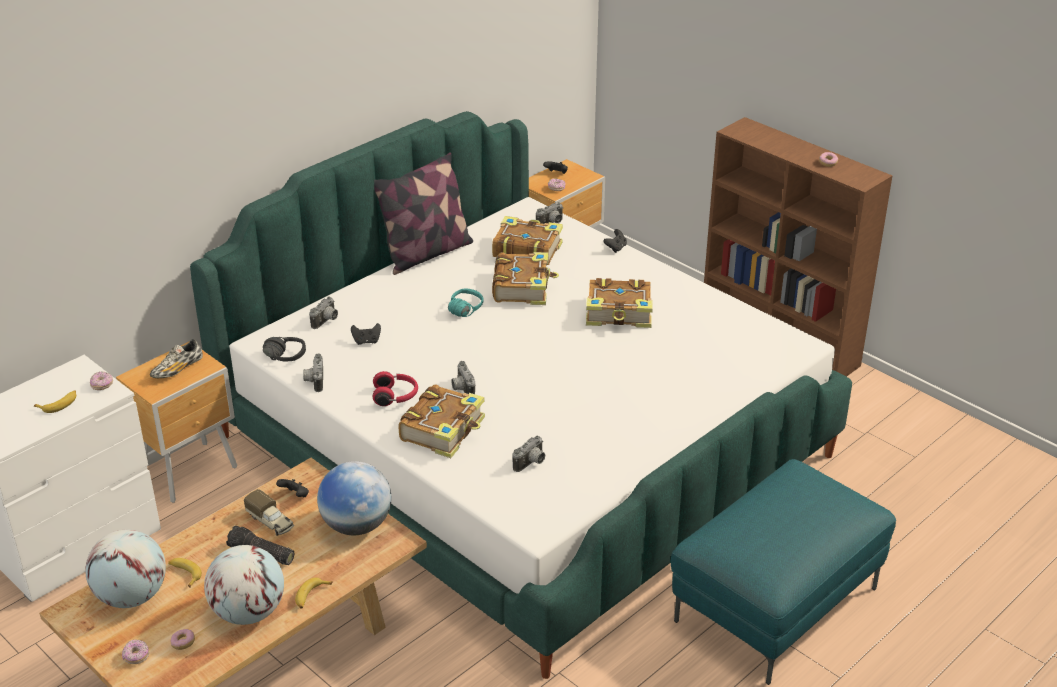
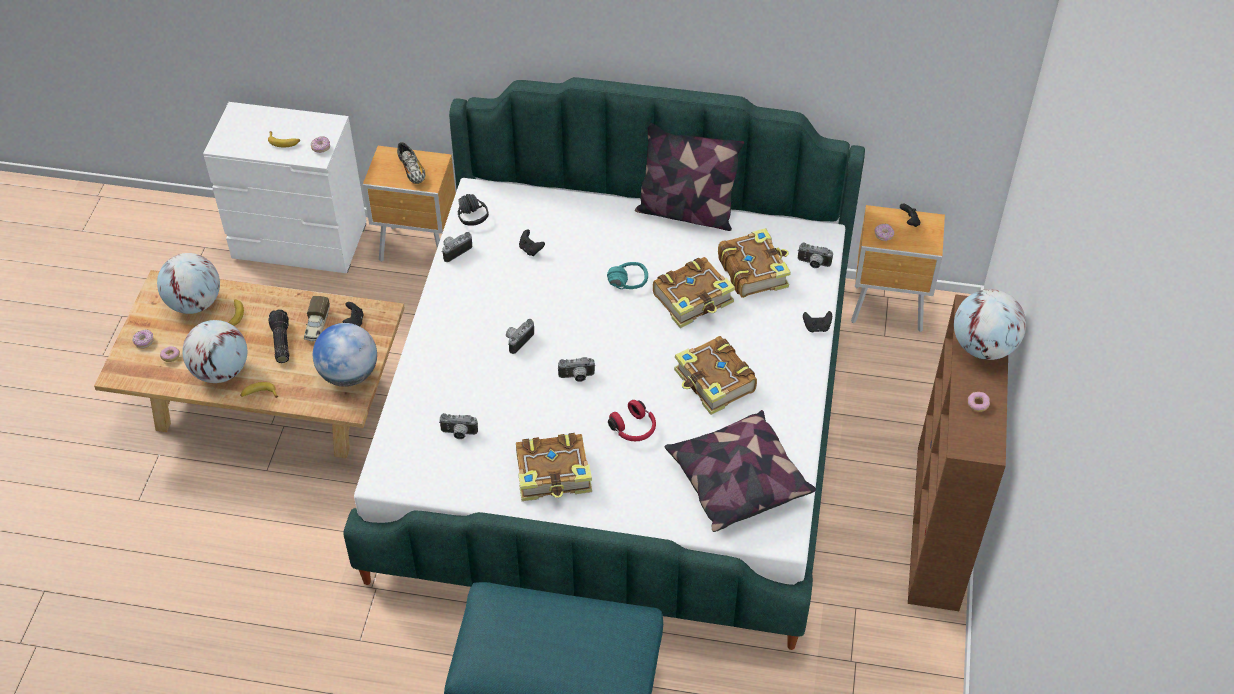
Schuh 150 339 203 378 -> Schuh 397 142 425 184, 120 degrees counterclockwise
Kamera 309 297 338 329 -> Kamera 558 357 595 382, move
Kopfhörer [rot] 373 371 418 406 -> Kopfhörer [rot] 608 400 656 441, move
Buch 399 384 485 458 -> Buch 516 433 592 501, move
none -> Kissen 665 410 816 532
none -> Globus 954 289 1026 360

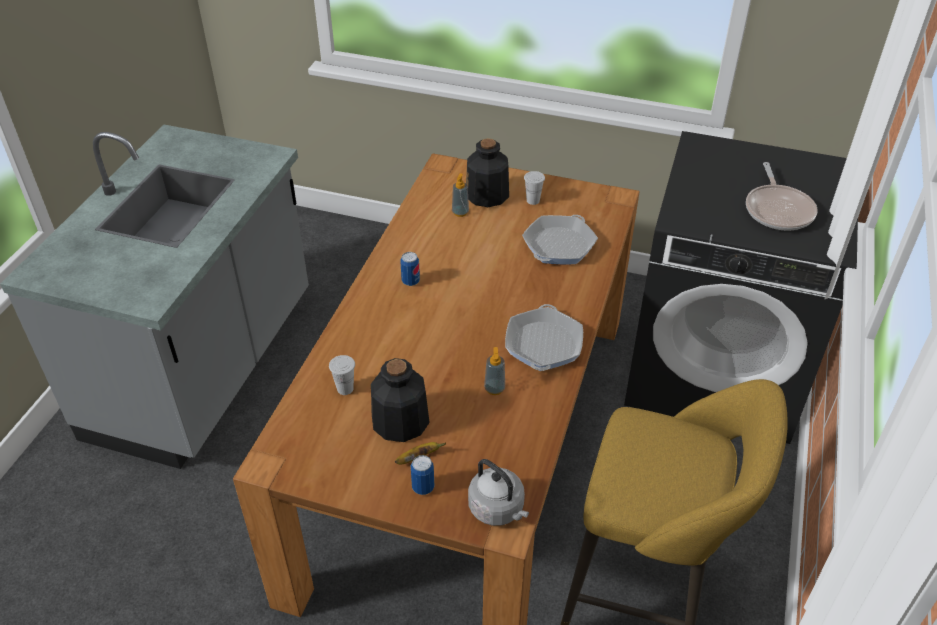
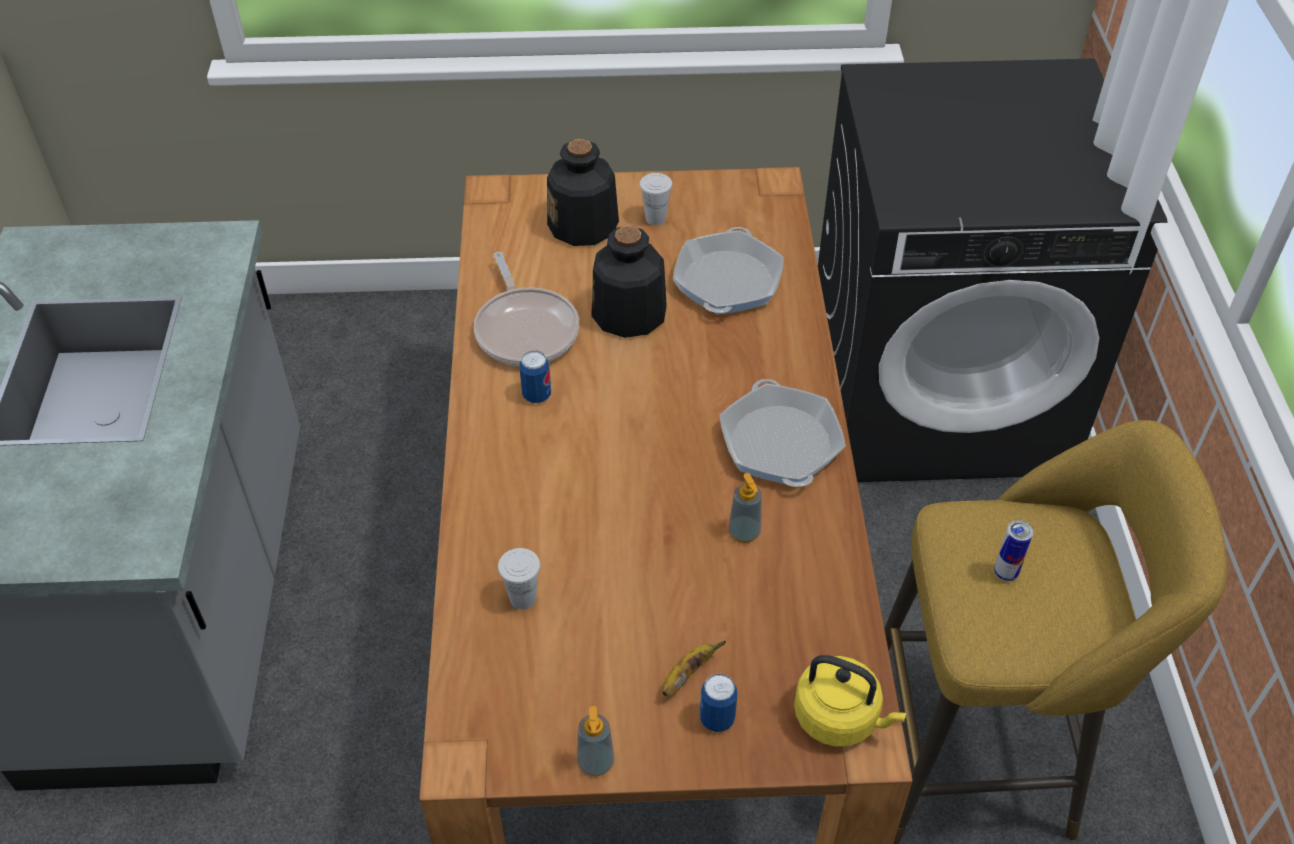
Flasche 371 358 430 442 -> Flasche 591 226 667 338, move
Seifenspender 452 173 469 217 -> Seifenspender 577 706 614 776, move
Wasserkessel [grau] 468 459 529 526 -> Wasserkessel [gelb] 794 655 906 747
Pfanne 746 162 818 231 -> Pfanne 474 252 579 366, move
none -> Dose 994 520 1033 581

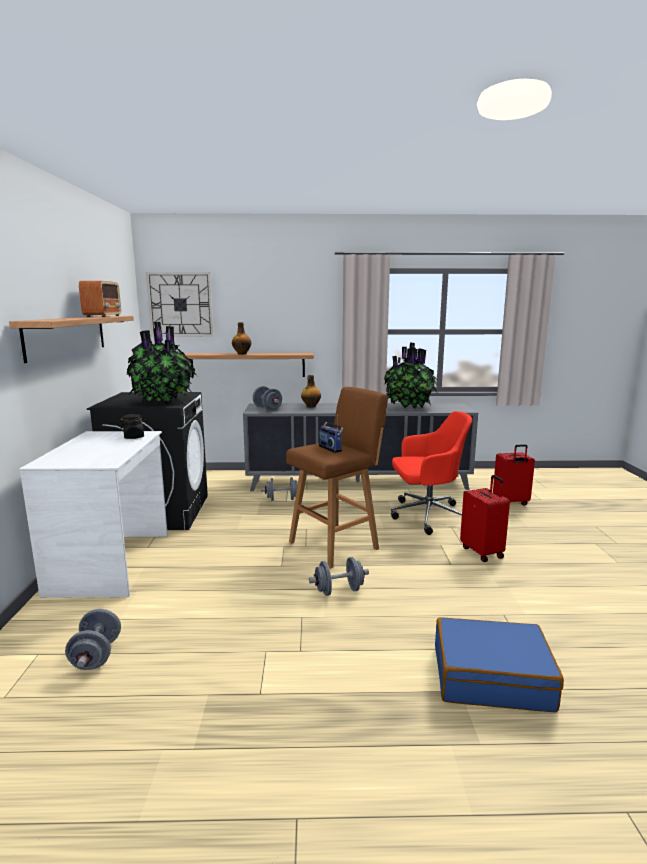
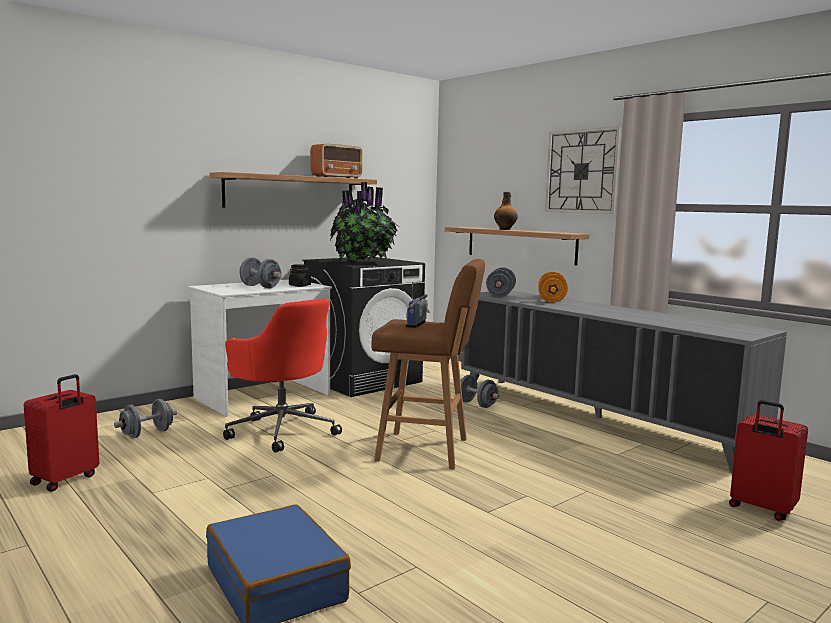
Wanduhr 146 272 214 337 -> Wanduhr 545 126 621 214, move
Flasche 301 375 321 408 -> Hantel [orange] 538 271 568 303
Hantel [grau] 309 557 369 596 -> Hantel [grau] 239 257 281 288, move
Topfpflanze 384 343 439 409 -> none
Bürostuhl [rot] 391 411 472 535 -> Bürostuhl [rot] 223 299 342 453, move
Koffer [rot] 460 475 510 562 -> Koffer [rot] 24 374 99 492, move

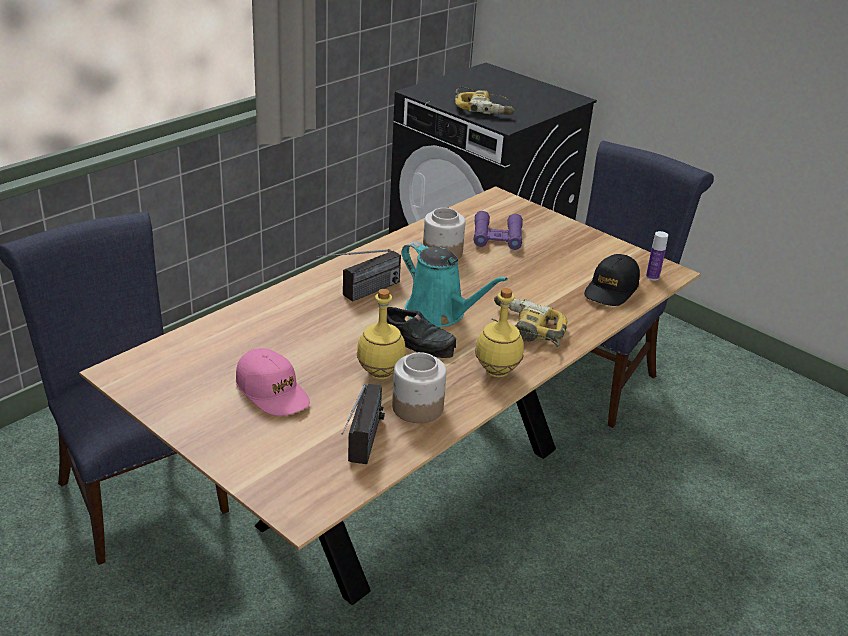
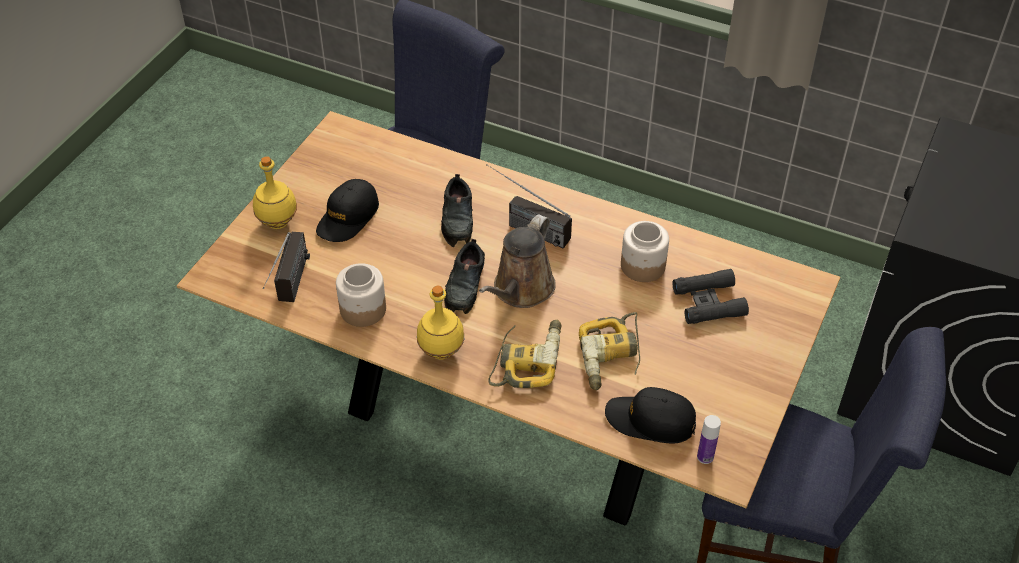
Kappe [rosa] 236 348 310 416 -> Kappe [schwarz] 316 179 379 242
Radio 341 384 385 464 -> Radio 263 232 310 302, 75 degrees counterclockwise
Flasche [gelb] 357 289 406 379 -> Flasche [gelb] 253 156 297 229, move
Gießkanne [türkis] 402 241 508 327 -> Gießkanne [braun] 479 214 556 308
Bohrmaschine 455 87 515 115 -> Bohrmaschine 579 312 640 390, move
Fernglas [lila] 473 211 523 250 -> Fernglas [schwarz] 672 269 749 324
none -> Schuh [schwarz] 441 174 473 247

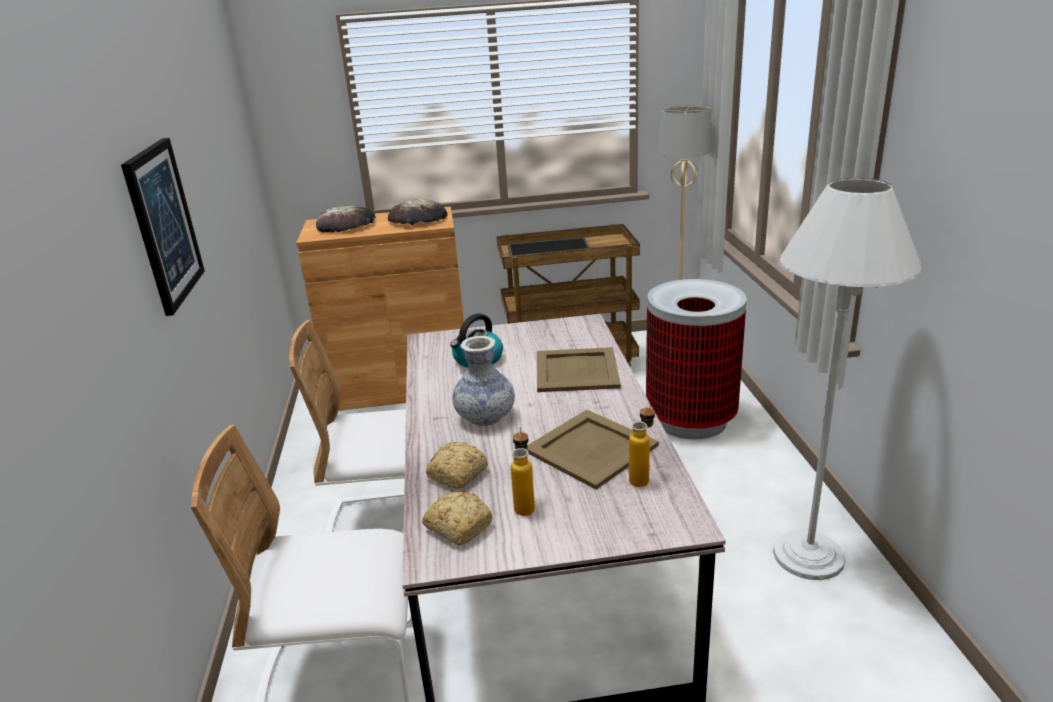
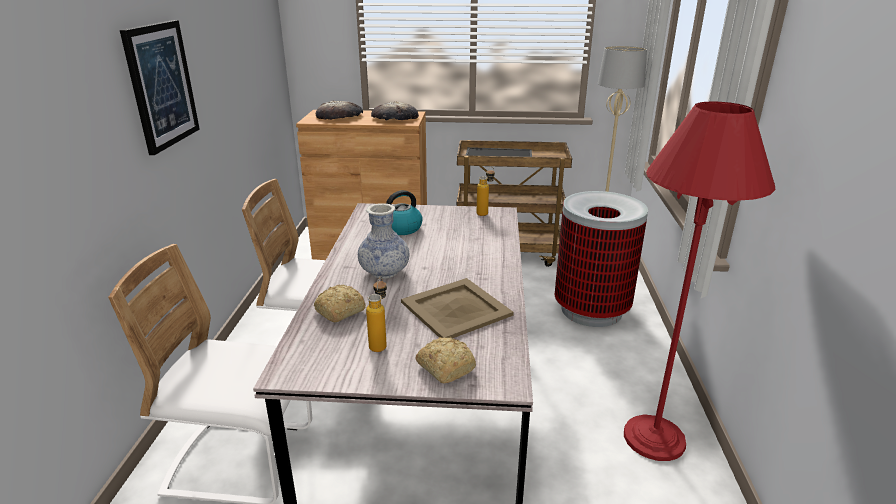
Brot 422 490 493 545 -> Brot 415 337 476 383, move
Tablett [beige] 537 347 621 392 -> none
Flasche 629 402 655 487 -> Flasche 477 167 495 216, move
Stehlampe [weiß] 773 178 922 580 -> Stehlampe [rot] 624 102 775 461

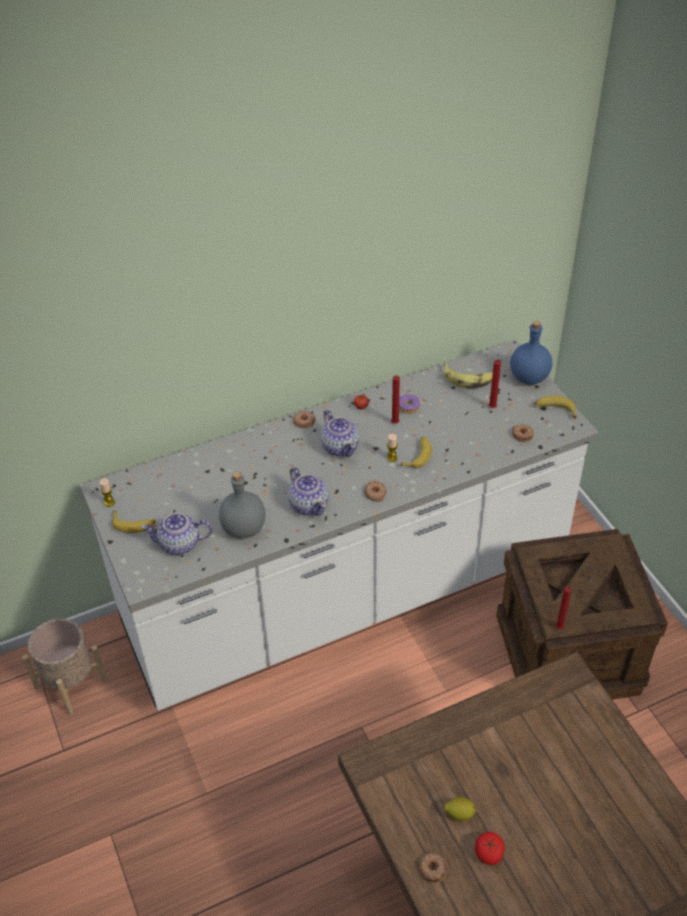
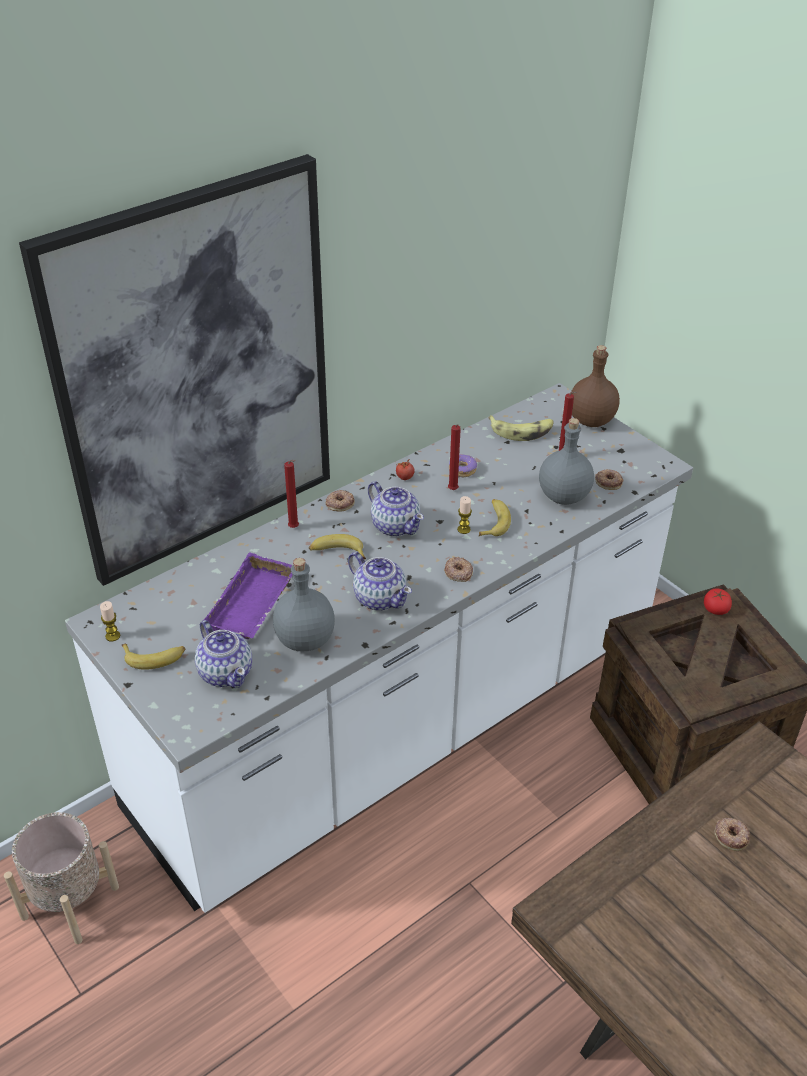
Teekanne 141 513 212 555 -> Teekanne 195 620 252 688, 105 degrees counterclockwise
Donut 419 853 447 884 -> Donut 714 818 750 851, move
Zitrone 444 797 476 821 -> none
Tomate 475 832 505 865 -> Tomate 704 589 732 615, move
Flasche [blau] 510 321 552 385 -> Flasche [braun] 571 345 620 427
Banane 535 396 577 418 -> Banane 309 534 366 559, move
Kerze [rot] 555 586 574 630 -> Kerze [rot] 284 460 299 528, move
none -> Bild 19 154 330 586
none -> Tablett [lila] 204 552 293 639
none -> Flasche [grau] 539 418 594 505

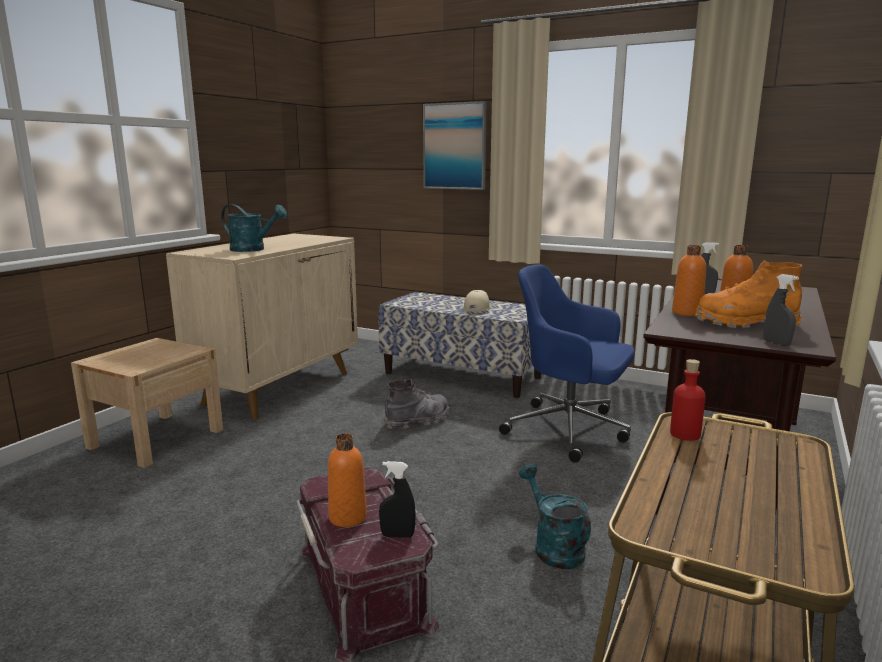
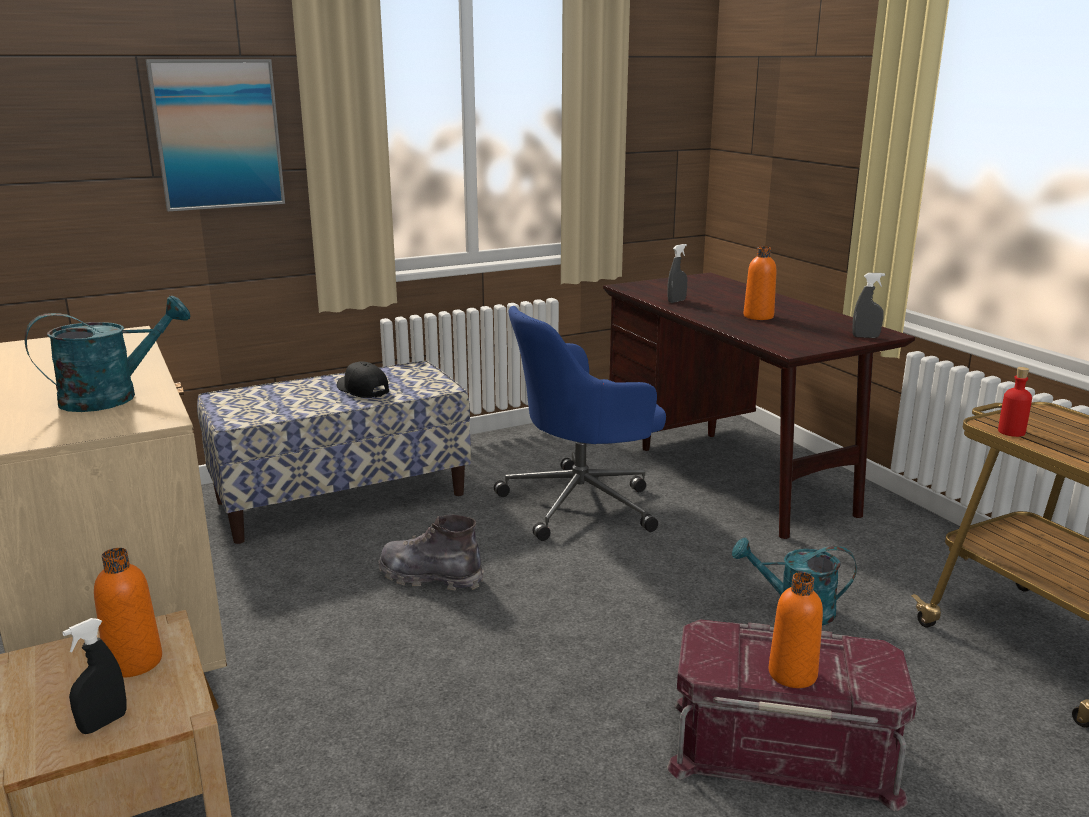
Sprühflasche [schwarz] 379 461 415 538 -> Sprühflasche [schwarz] 62 618 126 734, move
Stiefel [grau] 383 379 449 429 -> Stiefel [grau] 378 515 484 591, 75 degrees counterclockwise
Kappe [beige] 464 290 491 312 -> Kappe [schwarz] 337 361 389 398
Flasche [orange] 672 245 706 316 -> Flasche [orange] 94 548 162 678, move
Stiefel [orange] 695 260 802 328 -> none

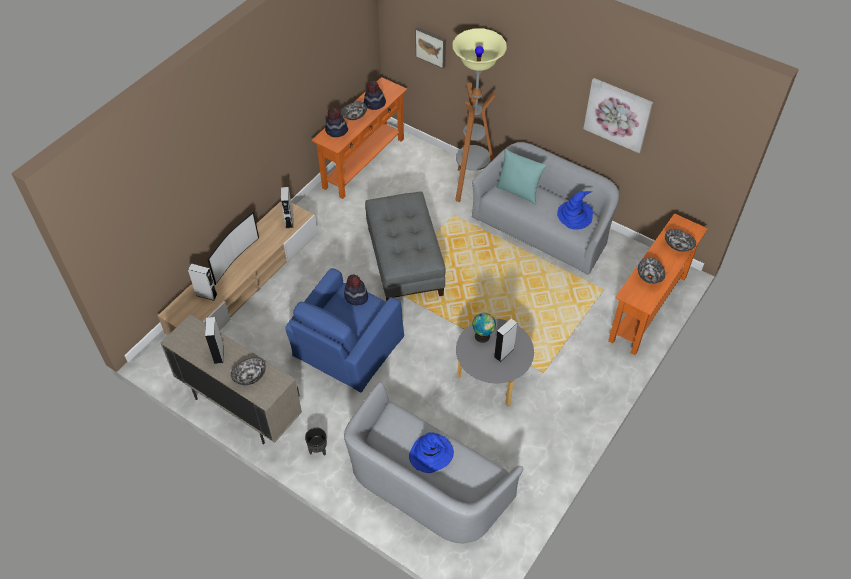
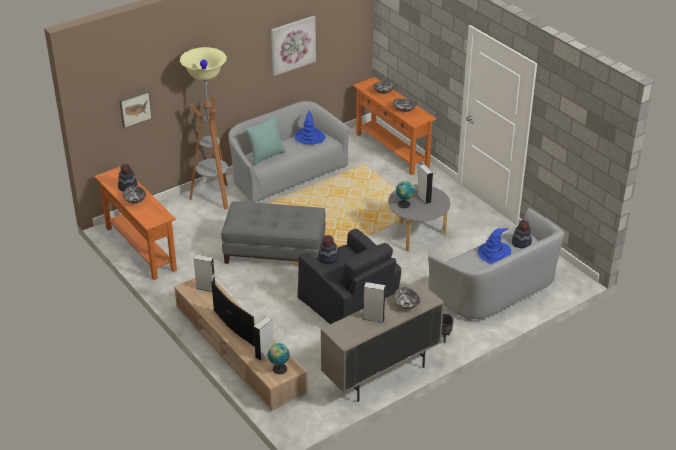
Sessel [blau] 285 268 404 393 -> Sessel [schwarz] 297 229 401 324
Hut 325 108 348 137 -> Hut 512 219 532 248, move
none -> Globus 268 343 290 374

